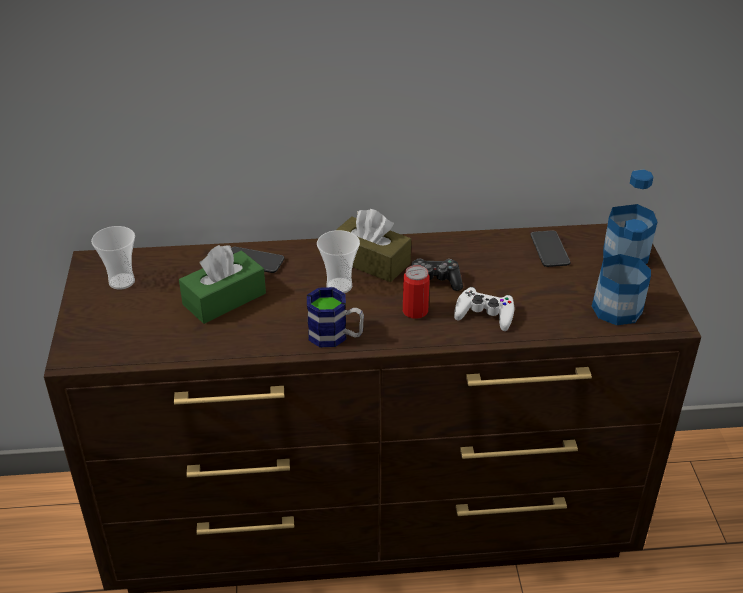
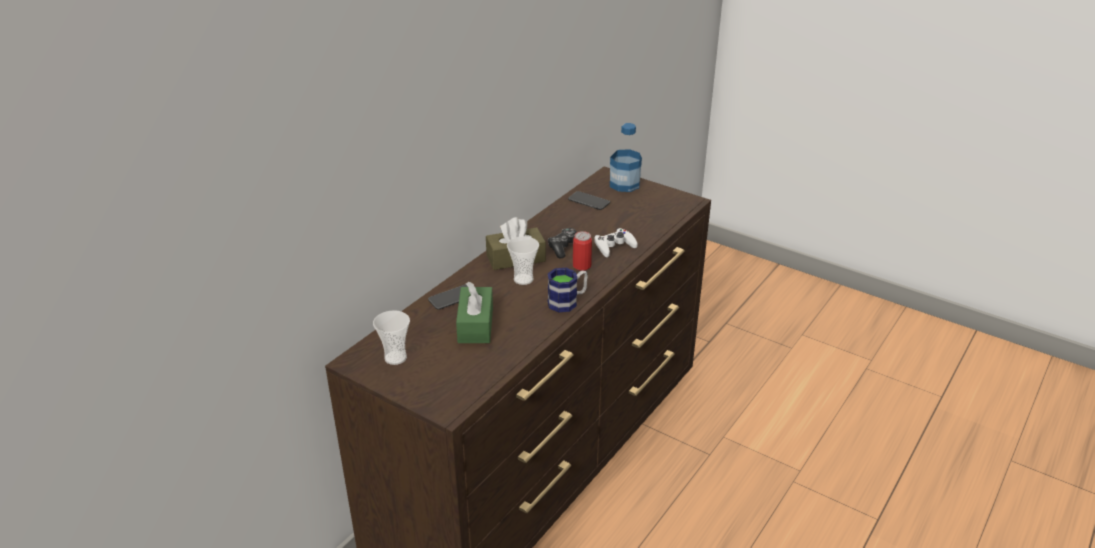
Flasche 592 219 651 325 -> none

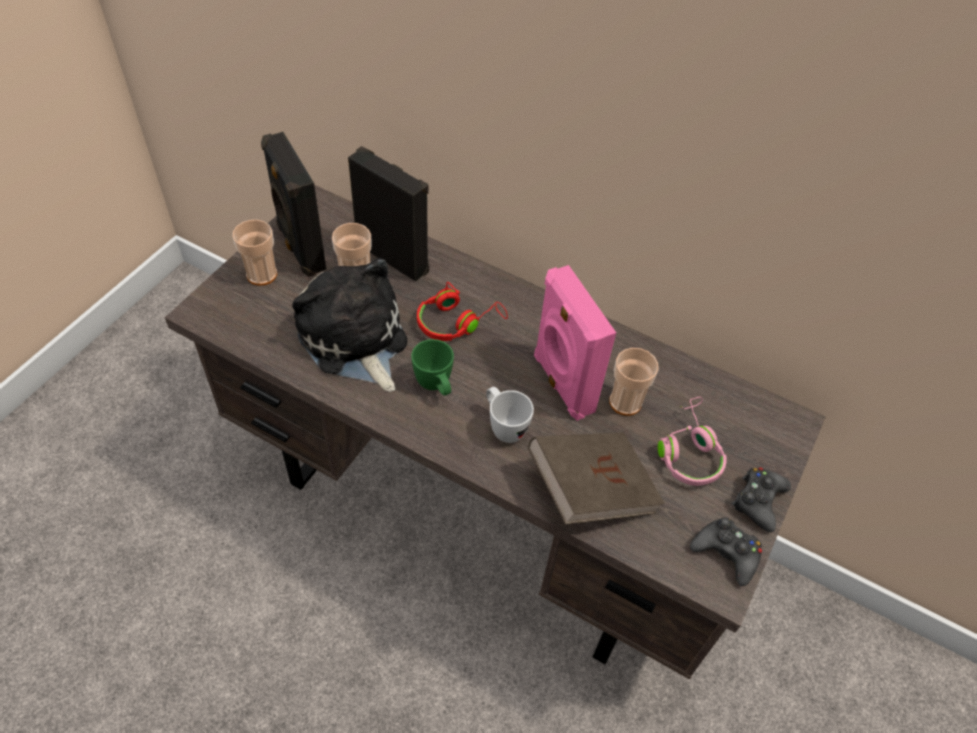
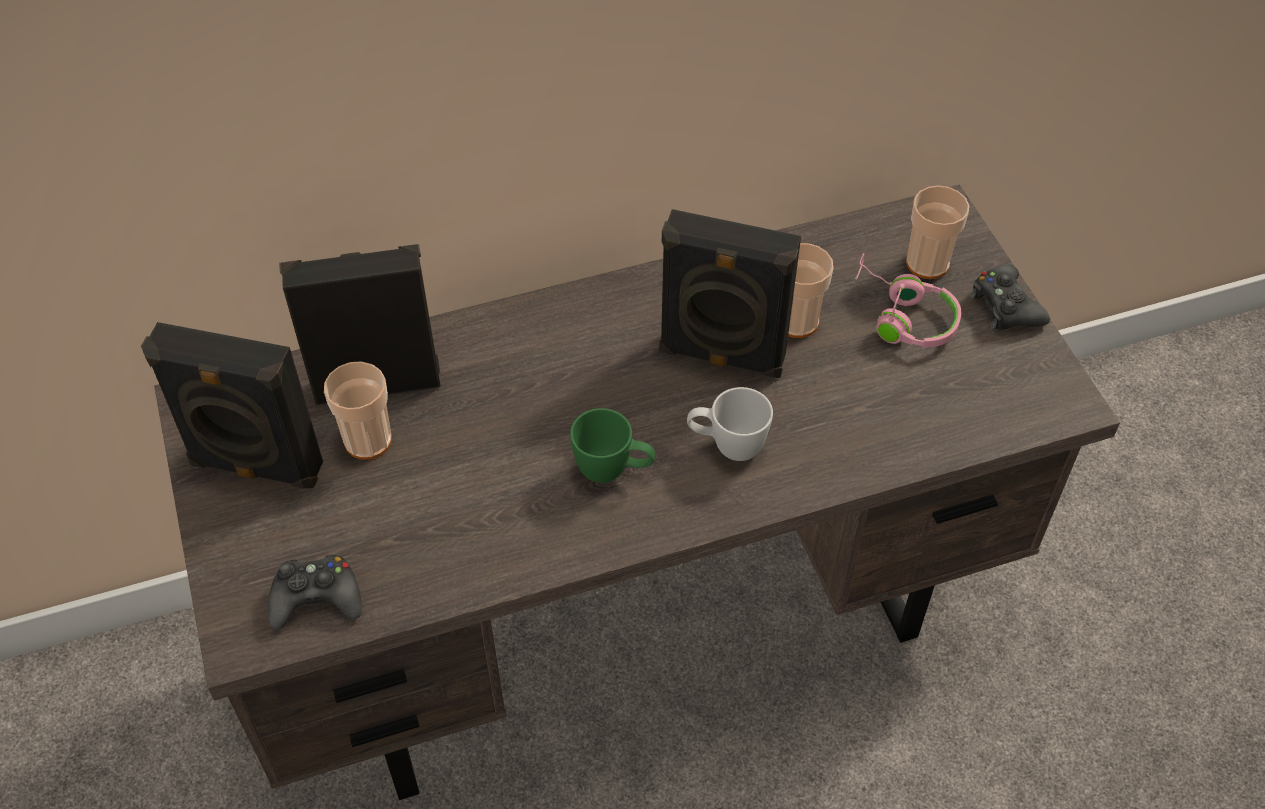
Tasse 232 220 277 286 -> Tasse 906 185 969 279, move
Plüschtier 292 258 407 392 -> none
Kopfhörer [rot] 417 282 508 341 -> none
Buch [braun] 528 432 665 525 -> none
Lautsprecher [rosa] 534 265 616 421 -> Lautsprecher [schwarz] 659 209 801 378
Gamepad [schwarz] 690 517 762 586 -> Gamepad [schwarz] 268 555 362 629, move

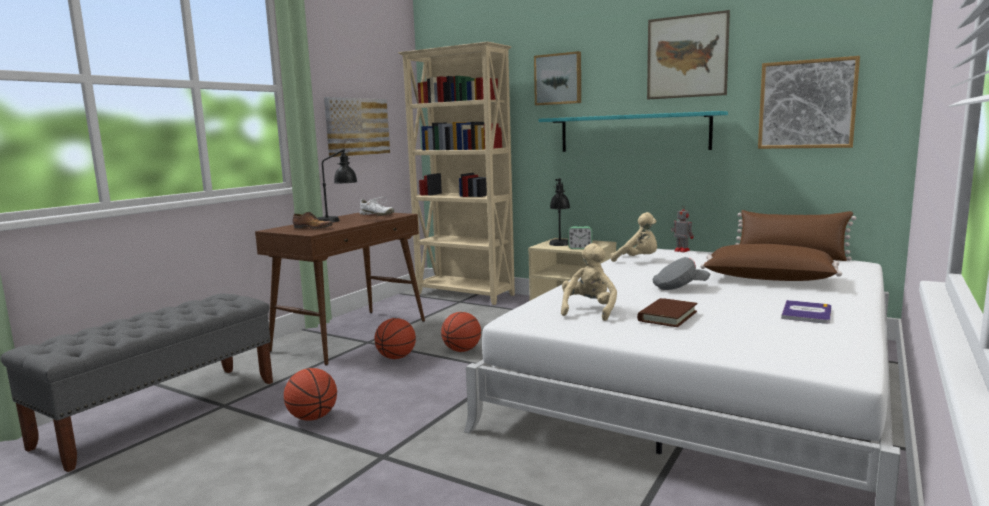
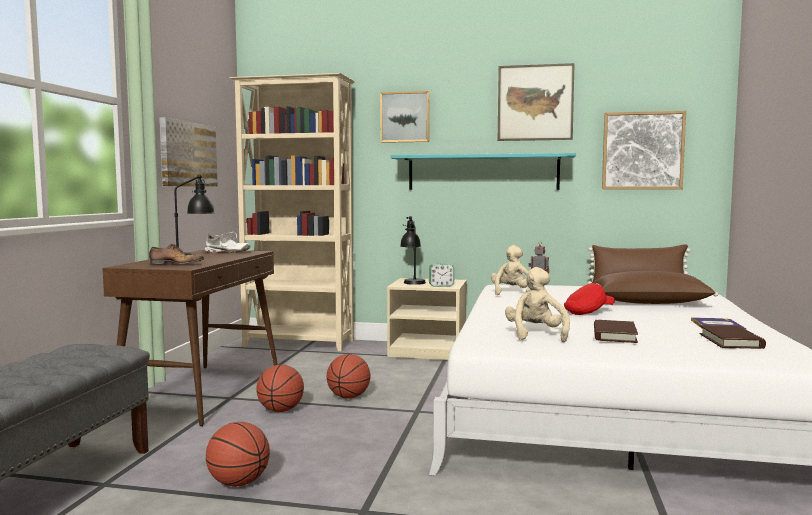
Plüschtier [beige] 611 212 657 262 -> Plüschtier [beige] 491 245 531 295, 90 degrees counterclockwise
Kappe [grau] 653 257 710 290 -> Kappe [rot] 564 283 615 315
none -> Buch [braun] 700 325 766 349

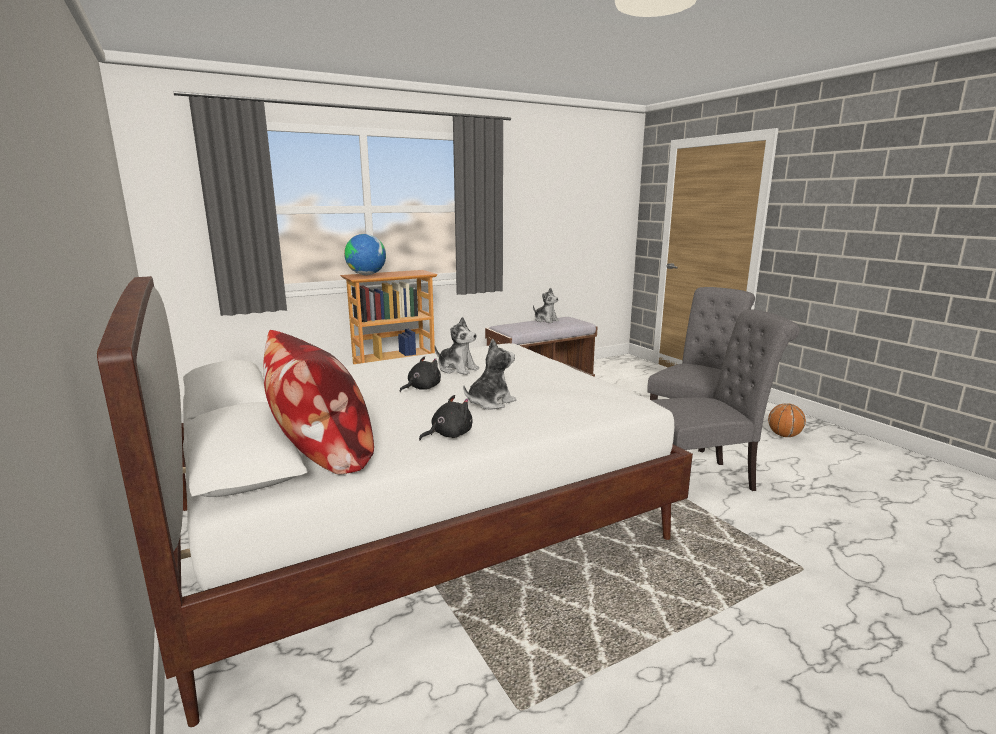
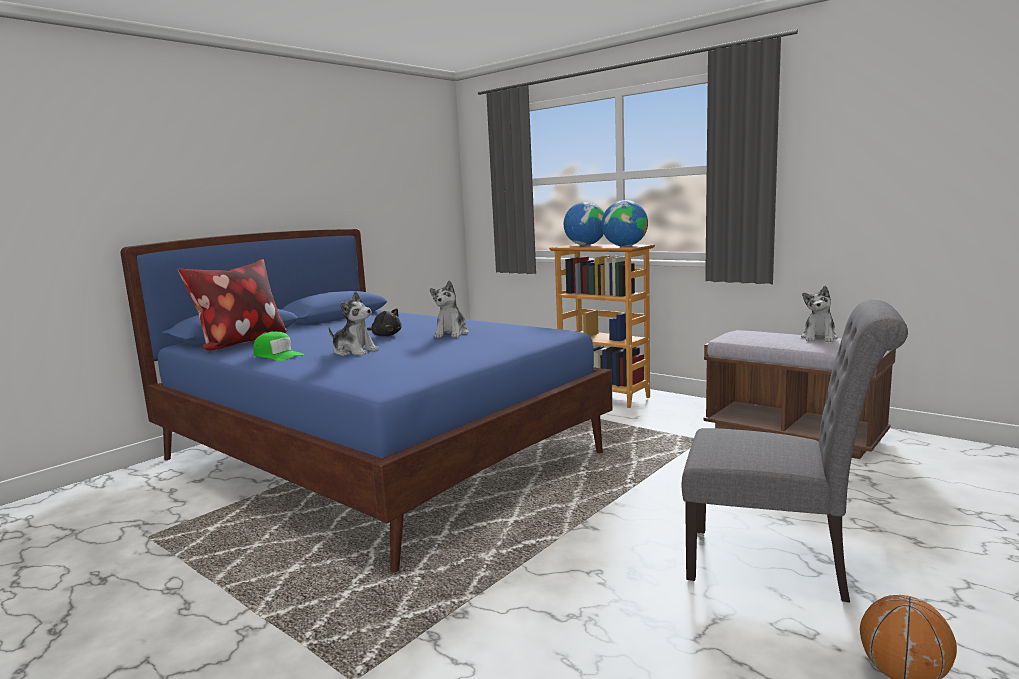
Bett [weiß] 97 276 693 727 -> Bett [blau] 120 229 612 572
Plüschtier [schwarz] 419 395 473 440 -> Kappe [grün] 253 332 305 361
Stuhl [grau] 651 309 800 491 -> none
none -> Globus 602 200 648 247

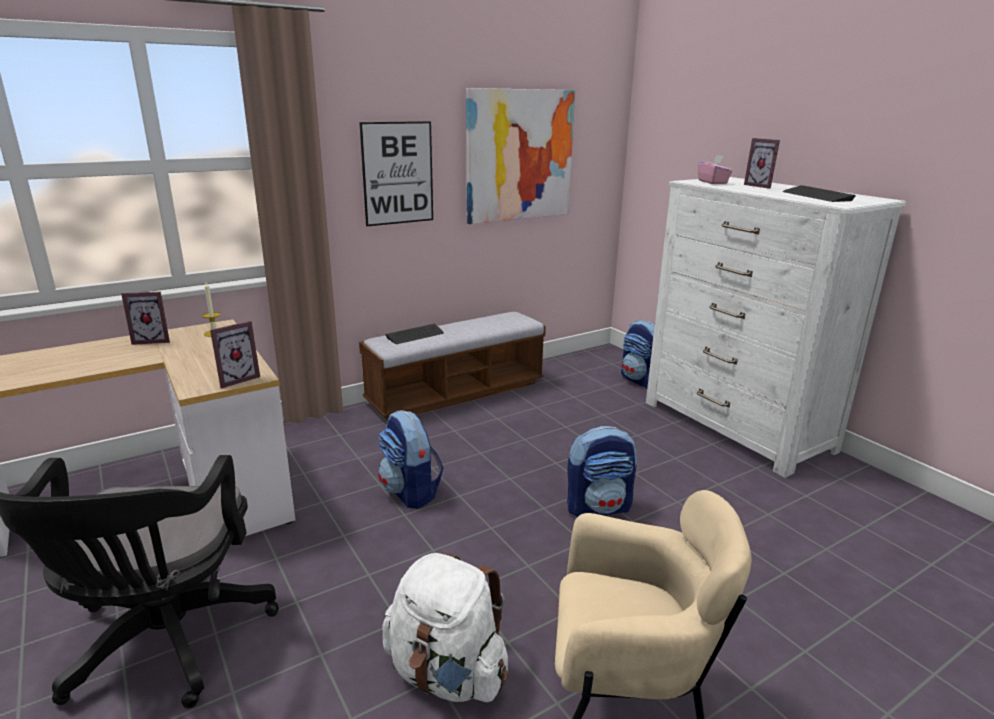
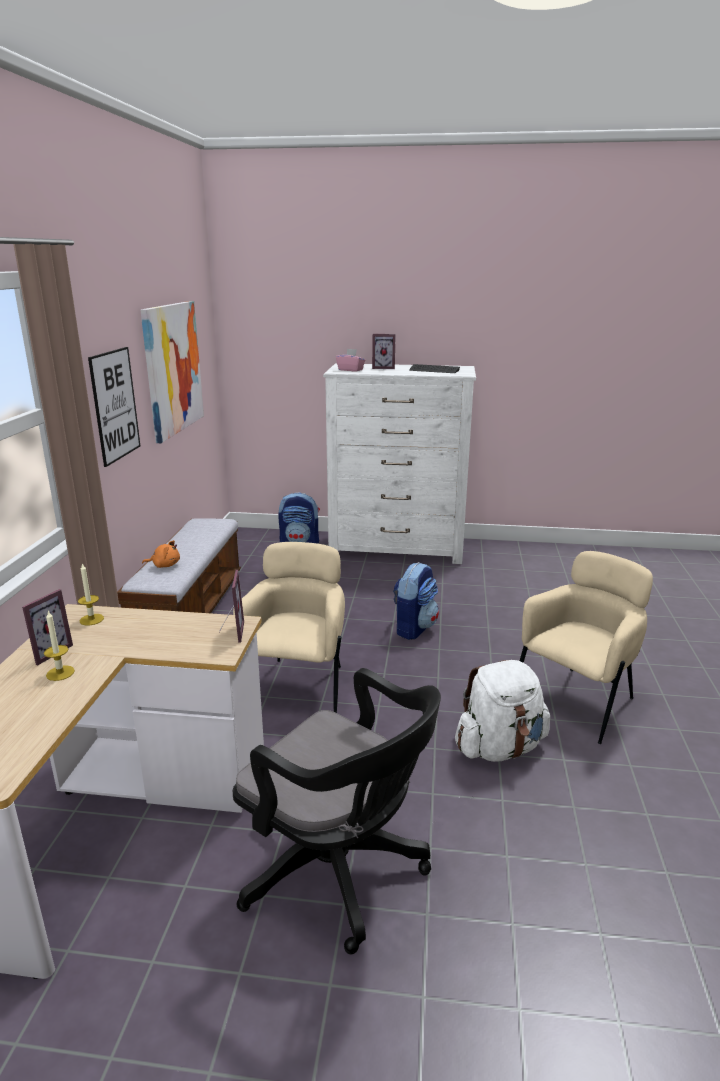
Rucksack 378 410 444 509 -> Sessel [beige] 233 542 345 713
Tastatur 385 324 444 344 -> Plüschtier [orange] 142 540 180 568
none -> Kerze 44 611 75 681

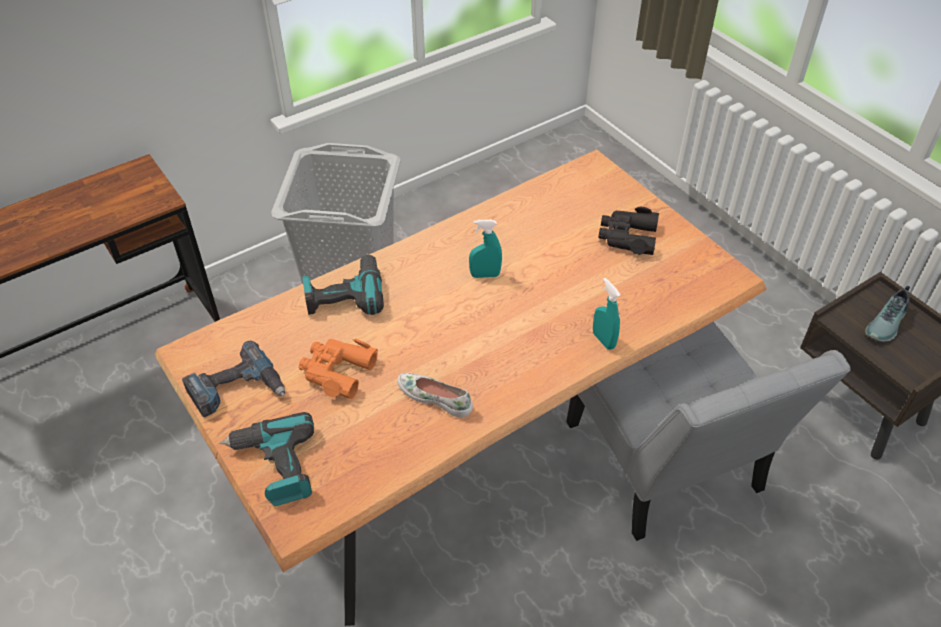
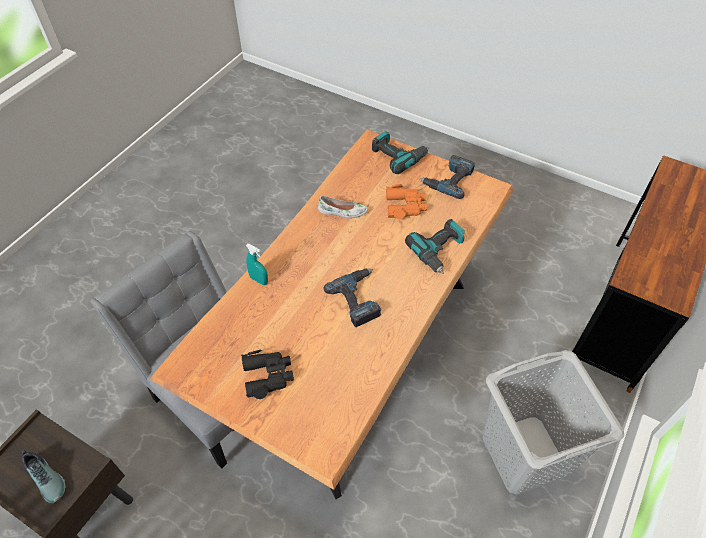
Sprühflasche [türkis] 469 220 502 278 -> Bohrmaschine 323 268 381 327
Schuh 865 286 910 342 -> Schuh 22 450 66 503, 120 degrees clockwise

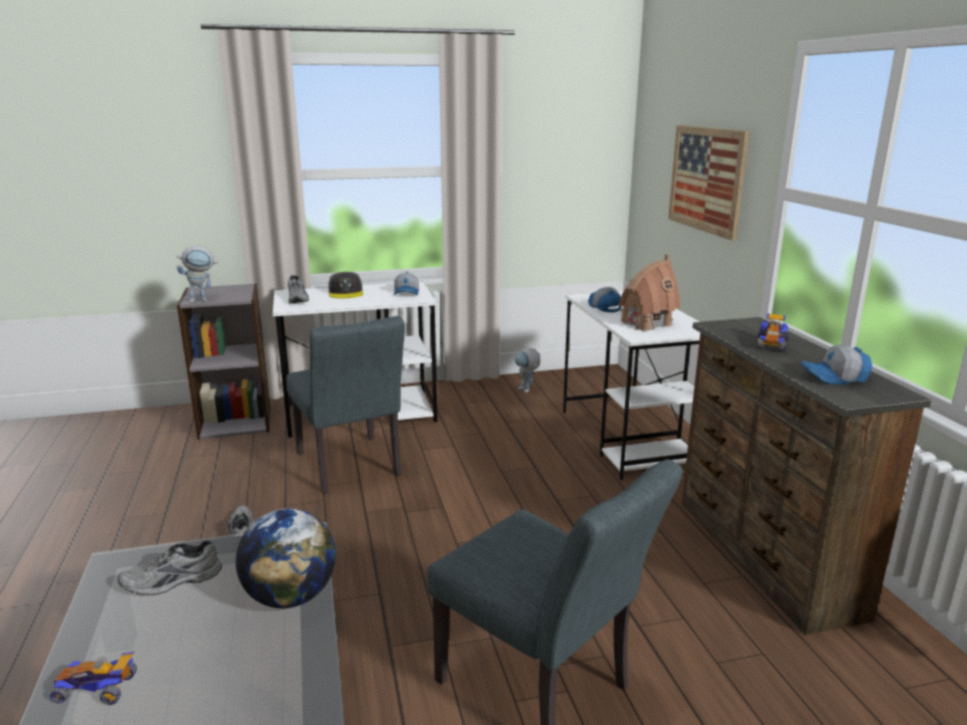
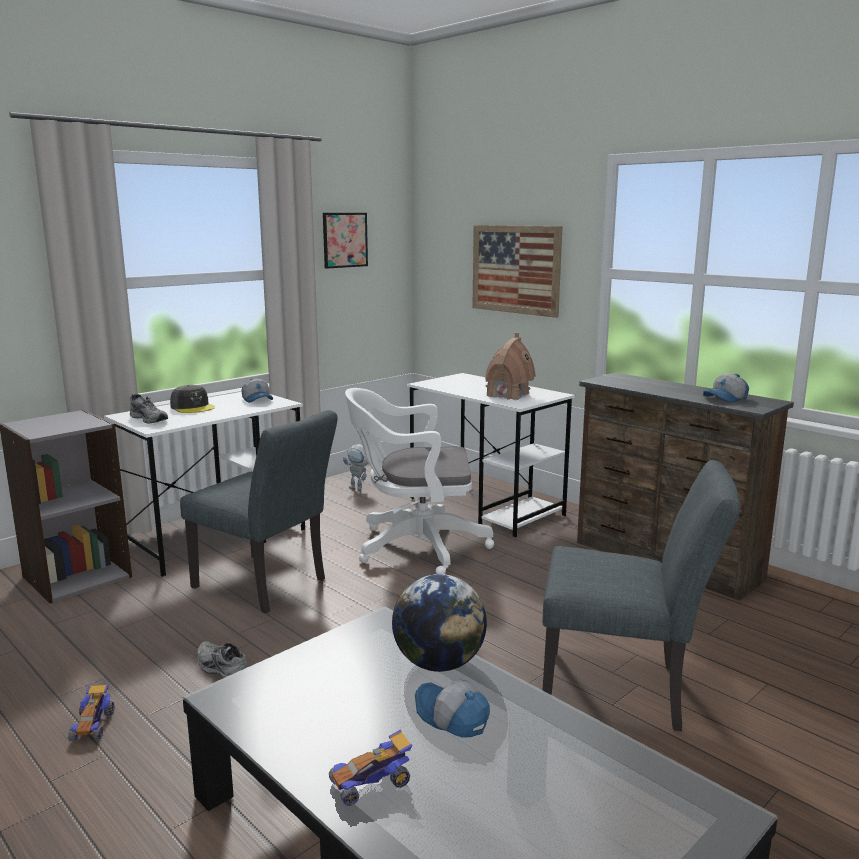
Schuh [grau] 118 540 222 595 -> none
Spielzeugroboter 176 245 218 303 -> none
Kappe 588 287 622 313 -> Kappe 415 679 490 738, move
Spielzeugauto 757 313 788 352 -> Spielzeugauto 68 684 114 741, move
none -> Bild 323 213 368 269
none -> Bürostuhl [weiß] 345 388 494 574

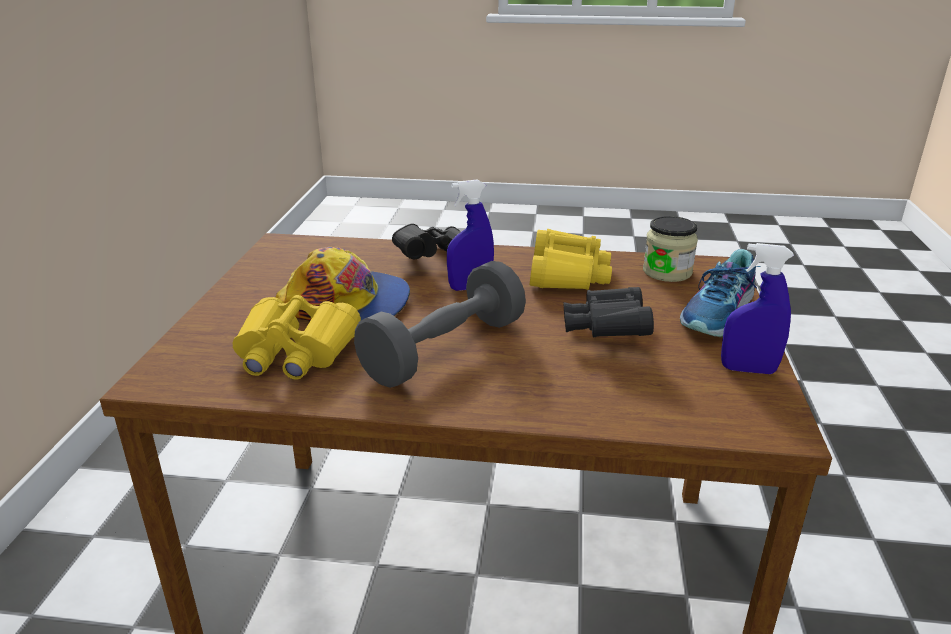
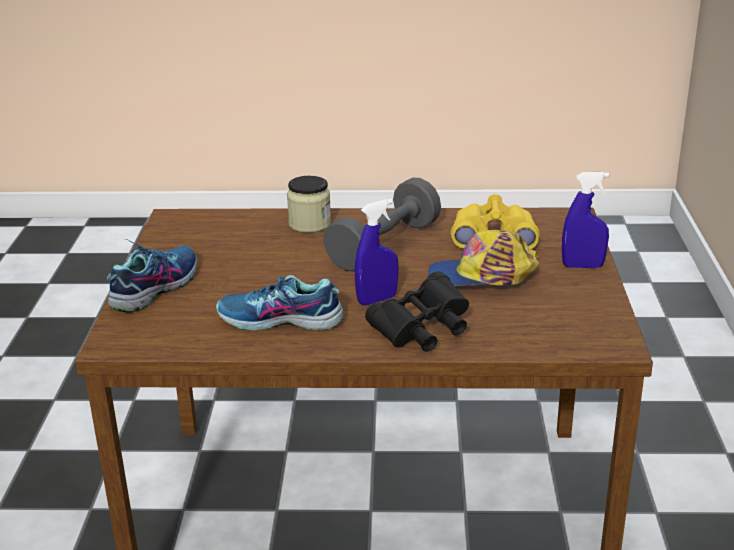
Fernglas [gelb] 529 229 612 290 -> Schuh 216 275 344 330
Fernglas [schwarz] 563 287 654 337 -> none
Vorratsglas 643 216 698 282 -> Vorratsglas 287 176 331 233, move
Sprühflasche [blau] 721 243 794 374 -> Sprühflasche [blau] 562 172 609 268, move

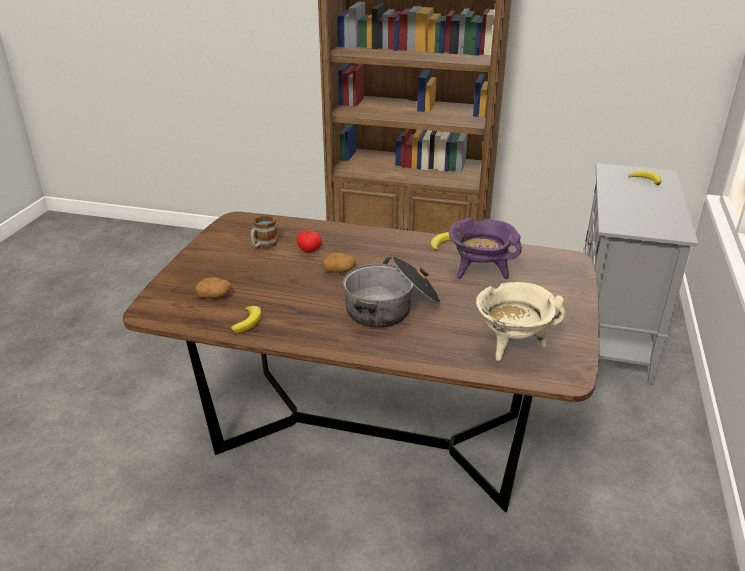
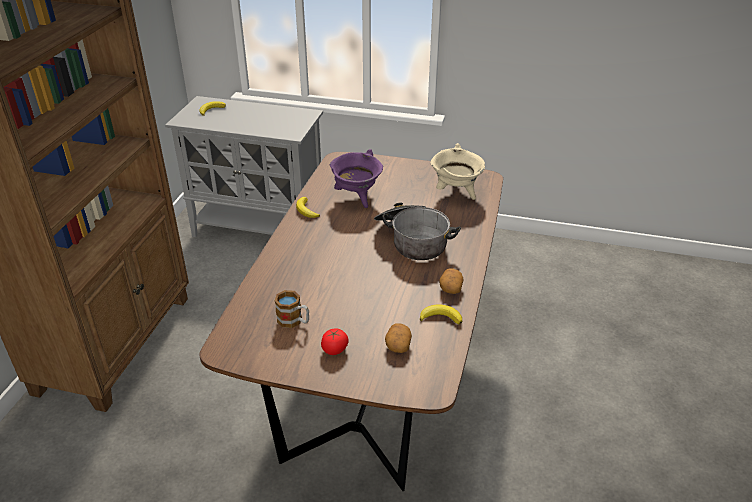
Tomate 297 230 322 252 -> Tomate 321 328 349 355, move
Kartoffel 322 253 356 273 -> Kartoffel 439 268 463 294, move

